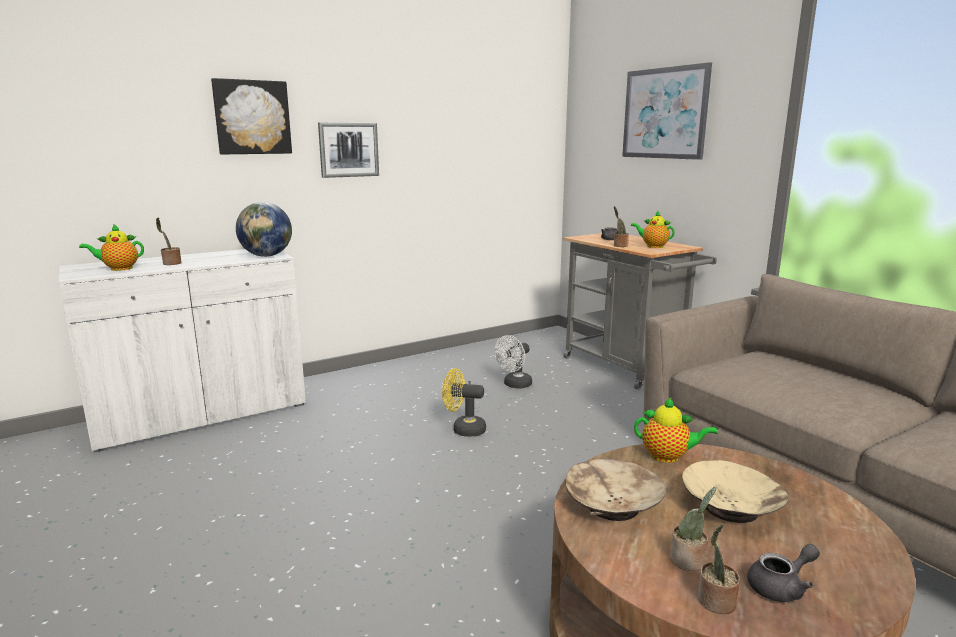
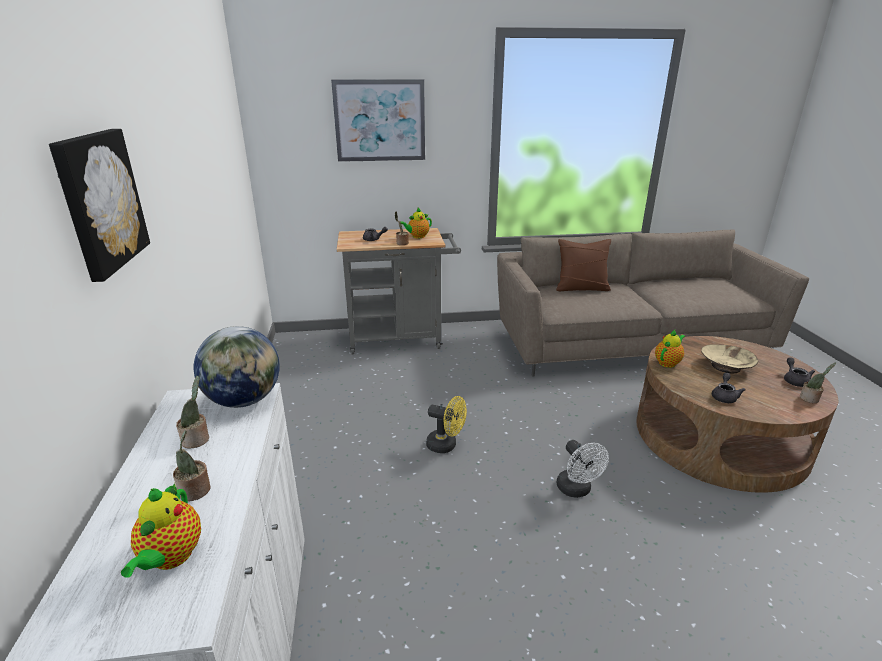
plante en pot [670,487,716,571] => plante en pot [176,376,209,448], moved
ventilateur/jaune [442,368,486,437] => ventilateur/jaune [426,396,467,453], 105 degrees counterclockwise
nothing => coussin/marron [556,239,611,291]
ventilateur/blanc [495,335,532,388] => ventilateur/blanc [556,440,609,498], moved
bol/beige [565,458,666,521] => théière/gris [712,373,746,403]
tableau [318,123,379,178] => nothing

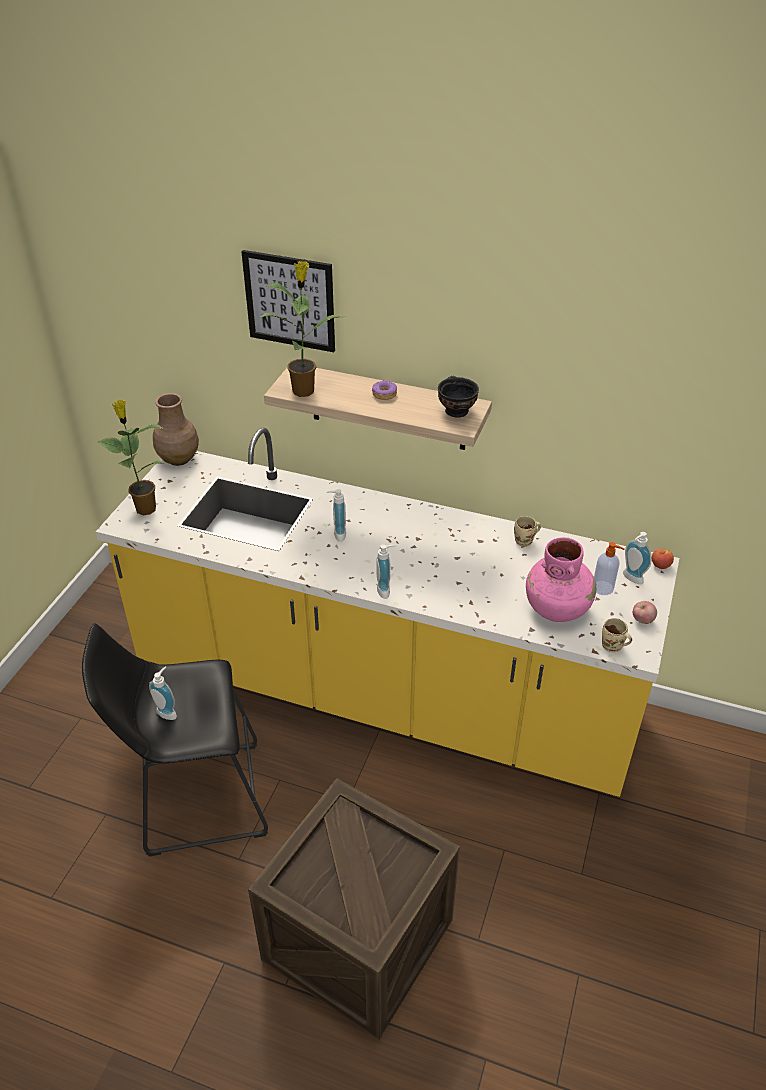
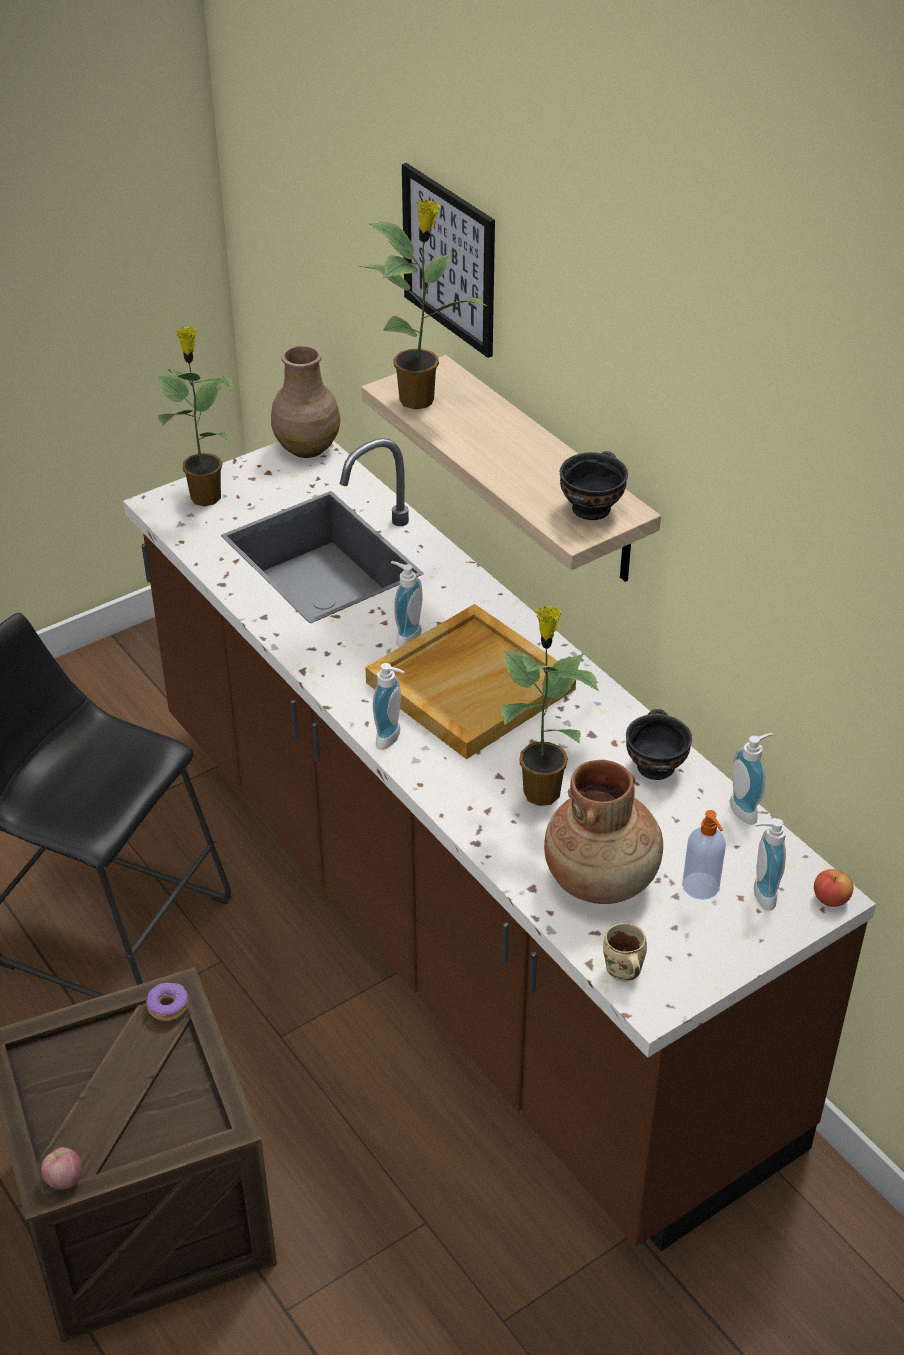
pomme [633,601,657,624] => pomme [41,1147,82,1190], moved
comptoir de cuisine/jaune [96,428,679,797] => comptoir de cuisine/marron [123,438,876,1251]
beignet [372,380,397,400] => beignet [146,983,188,1021], moved
nothing => plateau/beige [365,604,576,759]
nothing => plante en pot [500,605,599,806]
vase/rose [526,537,596,622] => vase/marron [544,760,663,904]
mug/beige [514,516,541,547] => bol/noir [626,709,692,780]
distributeur de savon [149,667,177,720] => distributeur de savon [729,733,773,825], moved

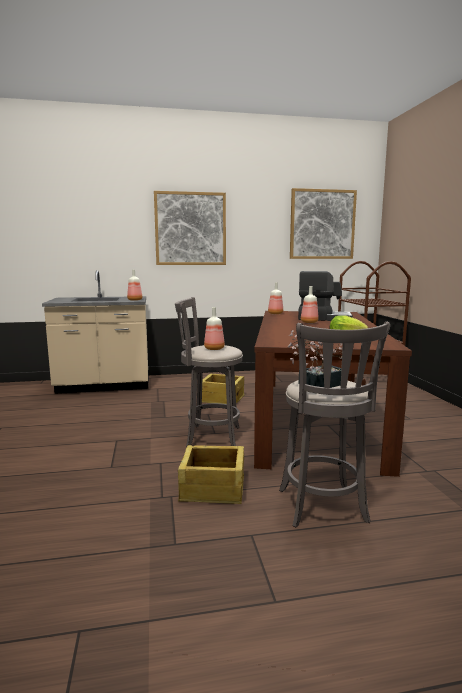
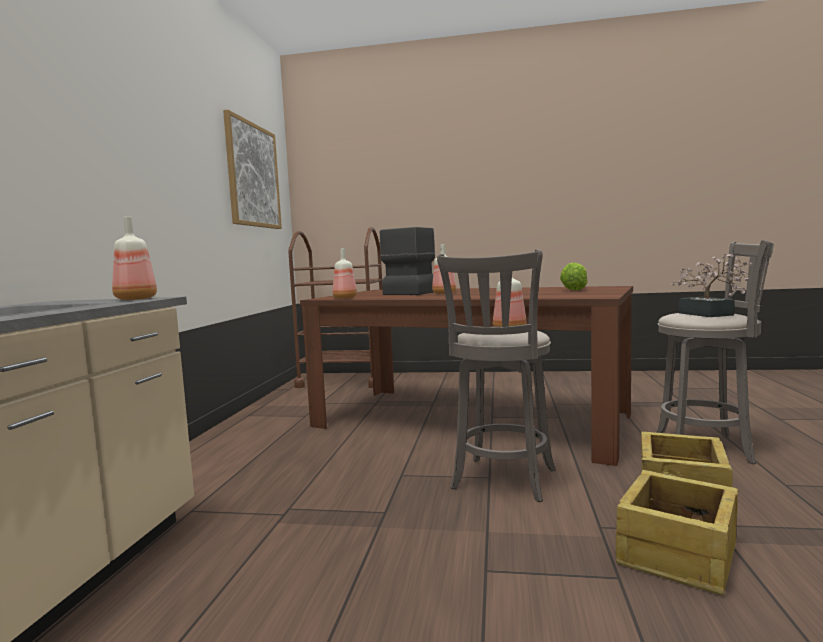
caisse [202,374,244,404] => caisse [616,469,738,596], moved
tableau [154,191,226,265] => nothing

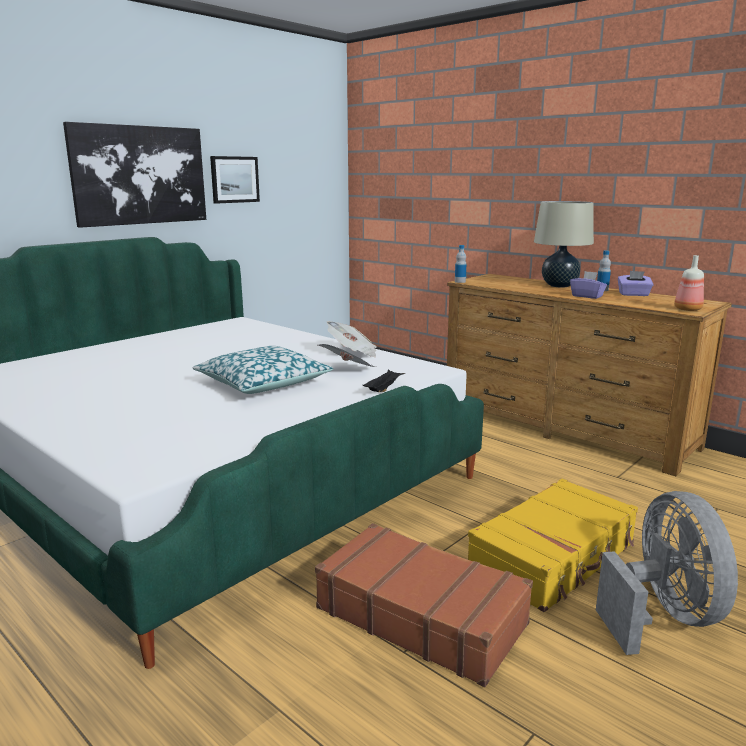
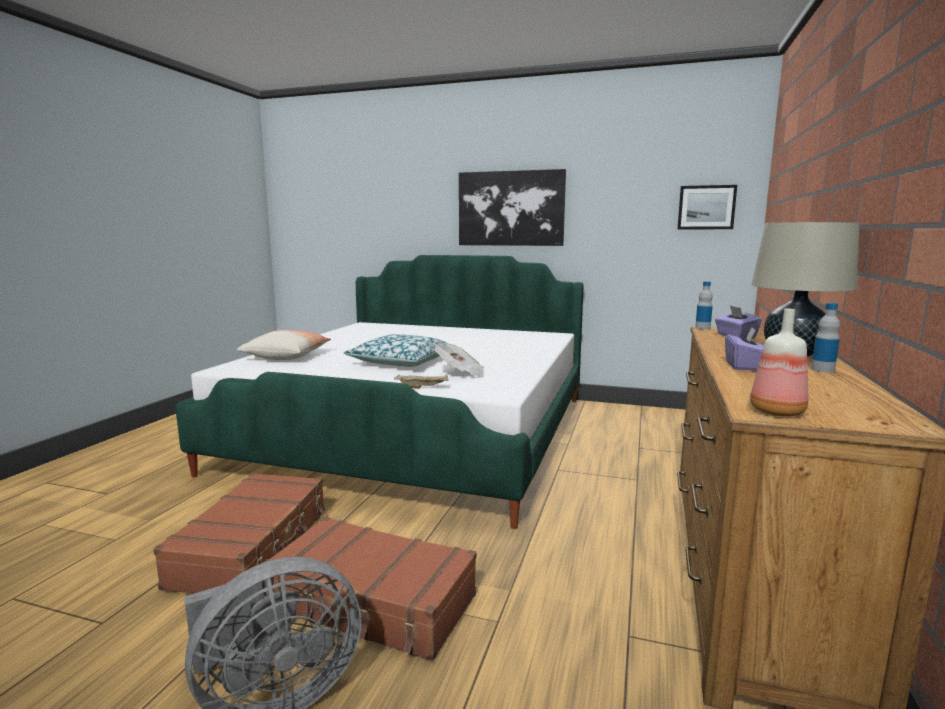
nothing => coussin [237,330,331,360]
valise/jaune [468,478,638,612] => valise/marron [263,516,476,661]
plateau/noir [363,369,405,392] => plateau/beige [394,375,449,389]
tableau [210,156,260,204] => tableau [677,185,737,229], moved
boîte à mouchoirs/violet [618,271,653,296] => boîte à mouchoirs/violet [715,306,762,339], moved
journal [327,321,377,357] => nothing

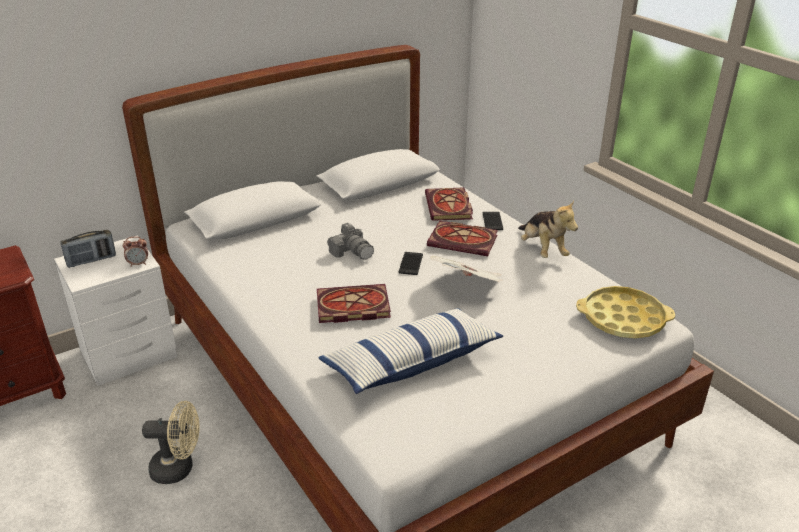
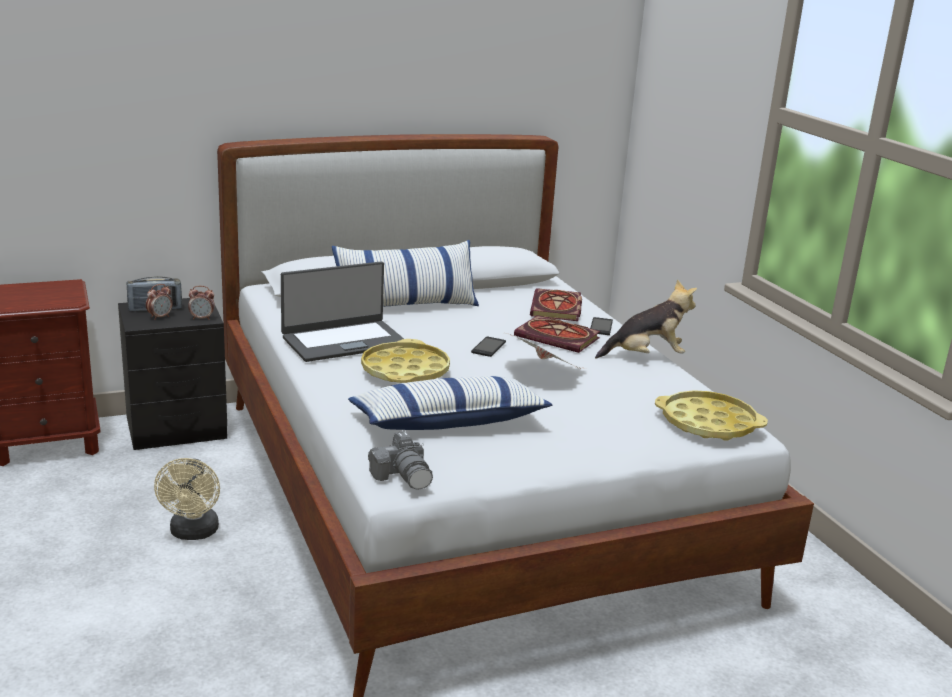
table de chevet/blanc [54,235,177,386] => table de chevet/noir [118,298,227,450]
nothing => réveil [146,284,173,320]
ventilateur/beige [142,401,200,484] => ventilateur/beige [154,458,220,540], 75 degrees clockwise
nothing => ordinateur portable [281,262,404,362]
nothing => coussin [332,240,479,307]
livre [317,284,391,323] => plateau/jaune [361,339,450,383]
appareil photo [327,223,374,260] => appareil photo [368,431,433,490], moved
peluche [518,200,578,258] => peluche [595,279,697,358], 90 degrees counterclockwise

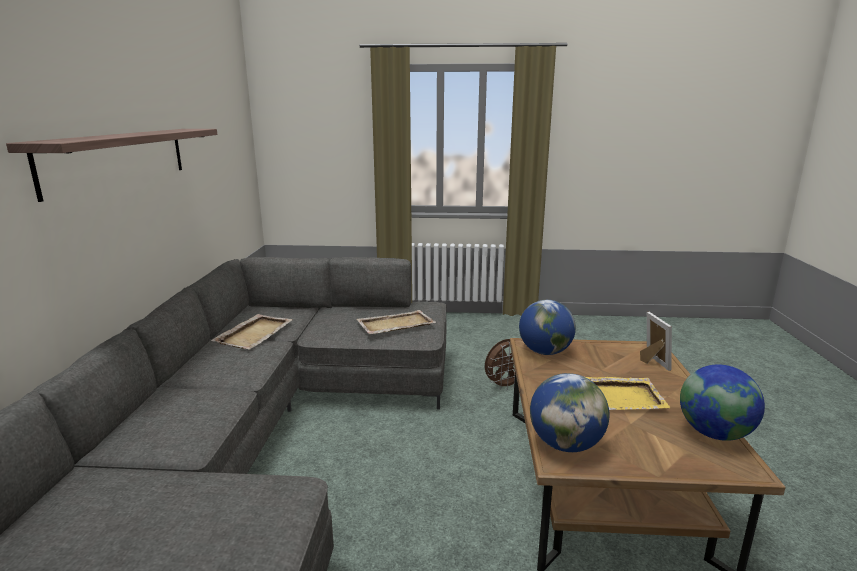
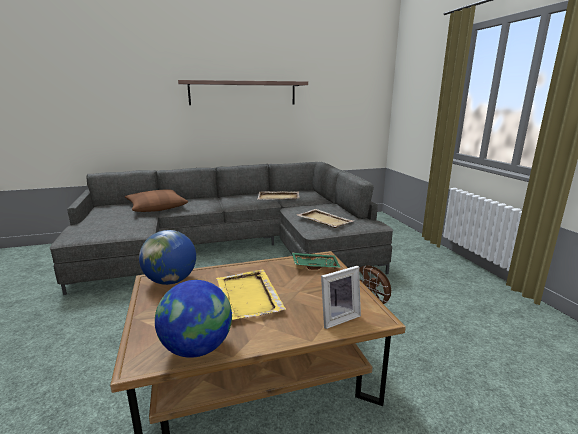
nothing => coussin/marron [125,189,188,212]
globe [519,300,576,355] => plateau/vert [292,252,341,270]

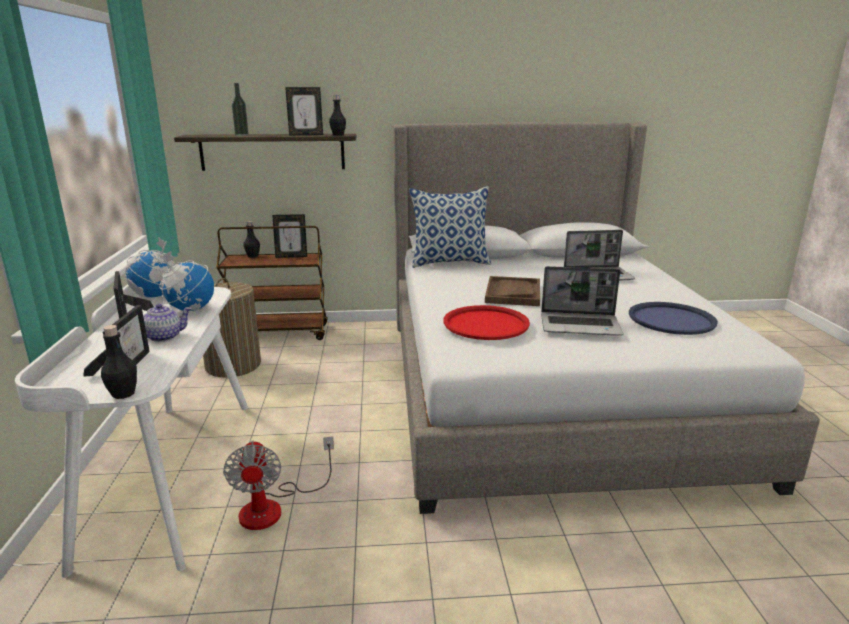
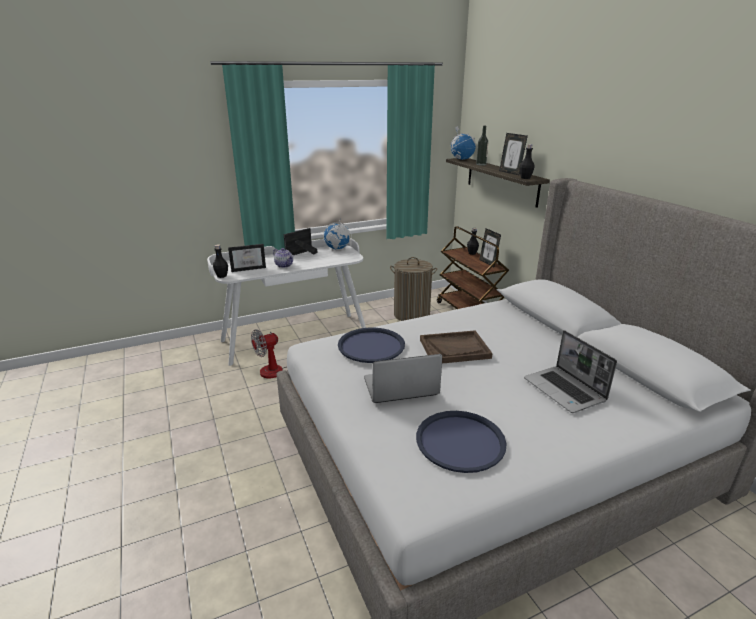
plateau/rouge [443,305,530,340] => plateau/bleu [338,327,405,363]
ordinateur portable [541,266,623,336] => ordinateur portable [364,354,442,403], 90 degrees clockwise
globe [159,251,214,311] => globe [449,126,476,160], moved
coussin [409,186,491,268] => nothing

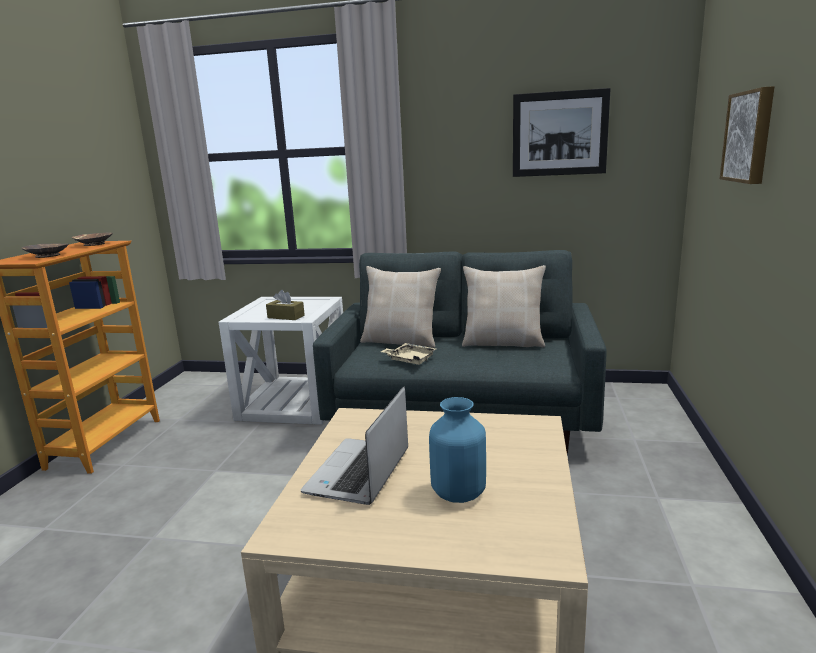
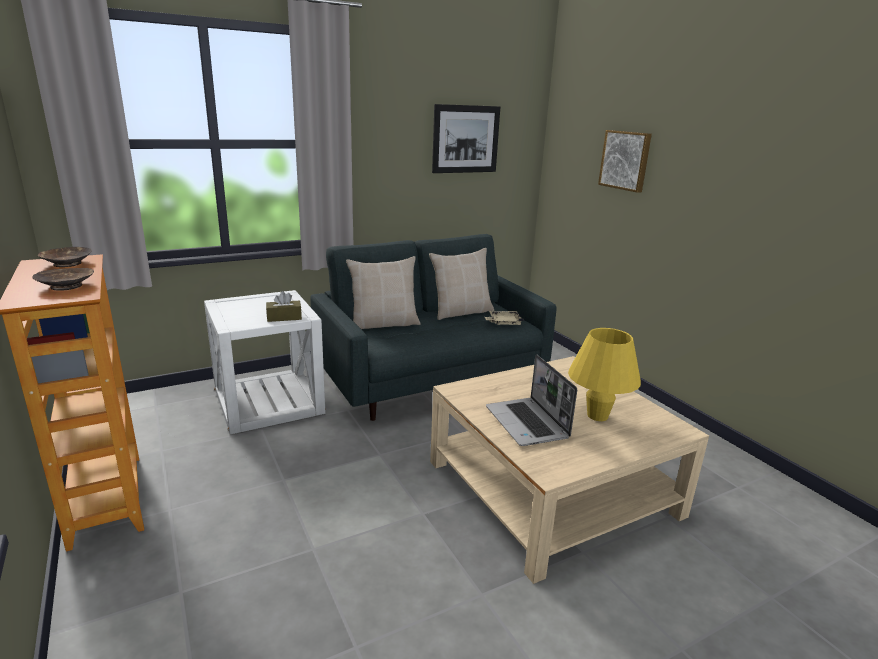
plateau/beige [381,343,436,365] => plateau/beige [485,311,524,325], moved
vase/bleu [429,397,486,503] => lampe de table/jaune [568,328,641,421]

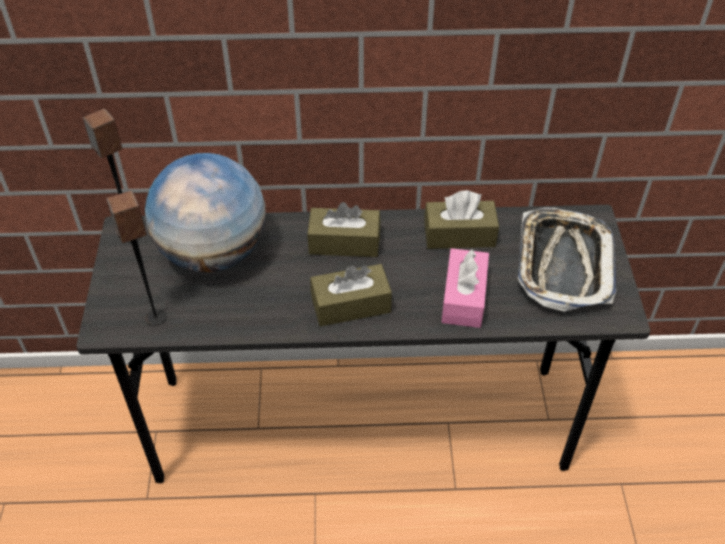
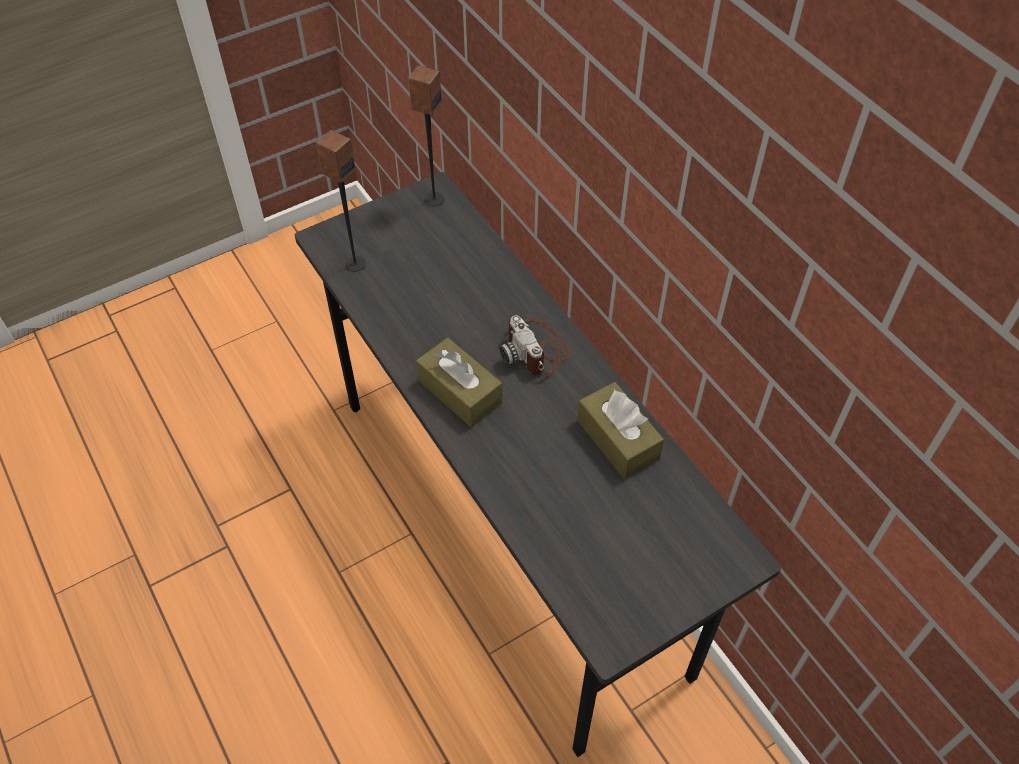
boîte à mouchoirs/marron [307,202,381,257] => appareil photo [500,315,569,376]
globe [145,153,266,272] => nothing
boîte à mouchoirs/rose [442,248,489,328] => nothing
plateau [518,207,616,312] => nothing

